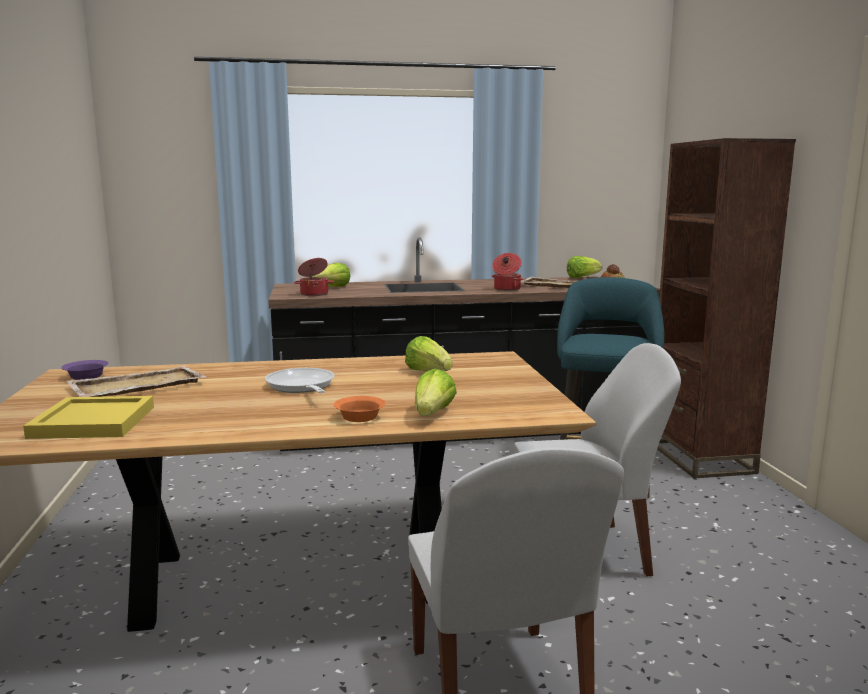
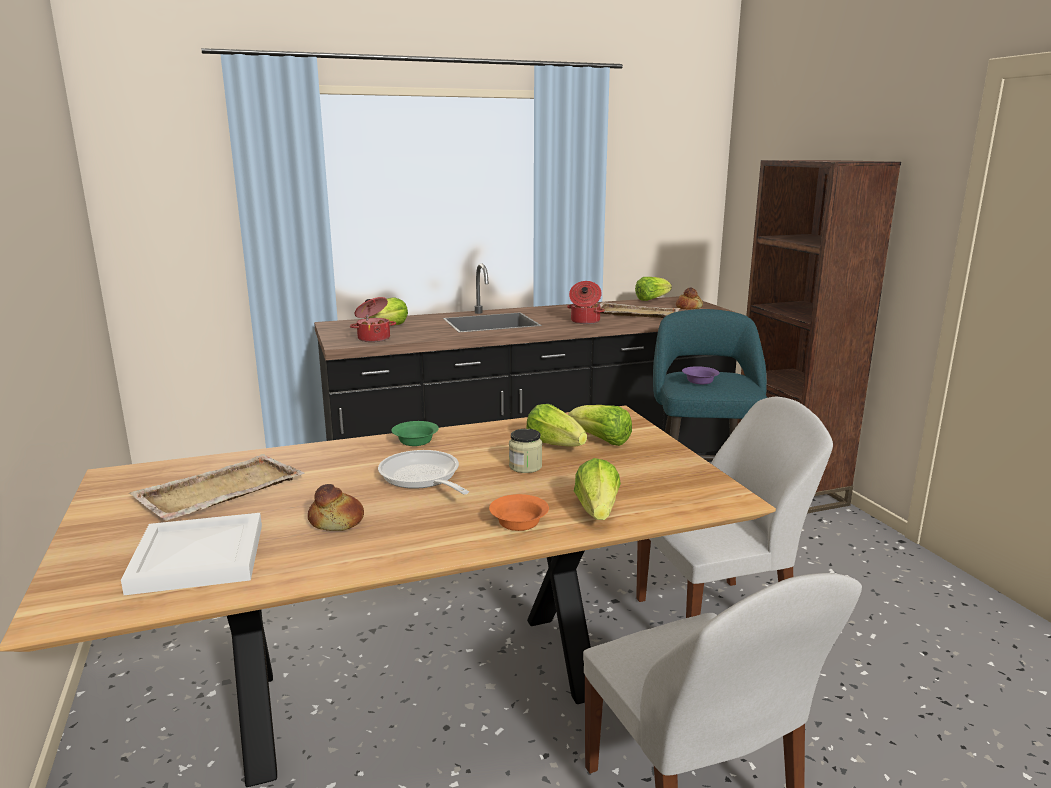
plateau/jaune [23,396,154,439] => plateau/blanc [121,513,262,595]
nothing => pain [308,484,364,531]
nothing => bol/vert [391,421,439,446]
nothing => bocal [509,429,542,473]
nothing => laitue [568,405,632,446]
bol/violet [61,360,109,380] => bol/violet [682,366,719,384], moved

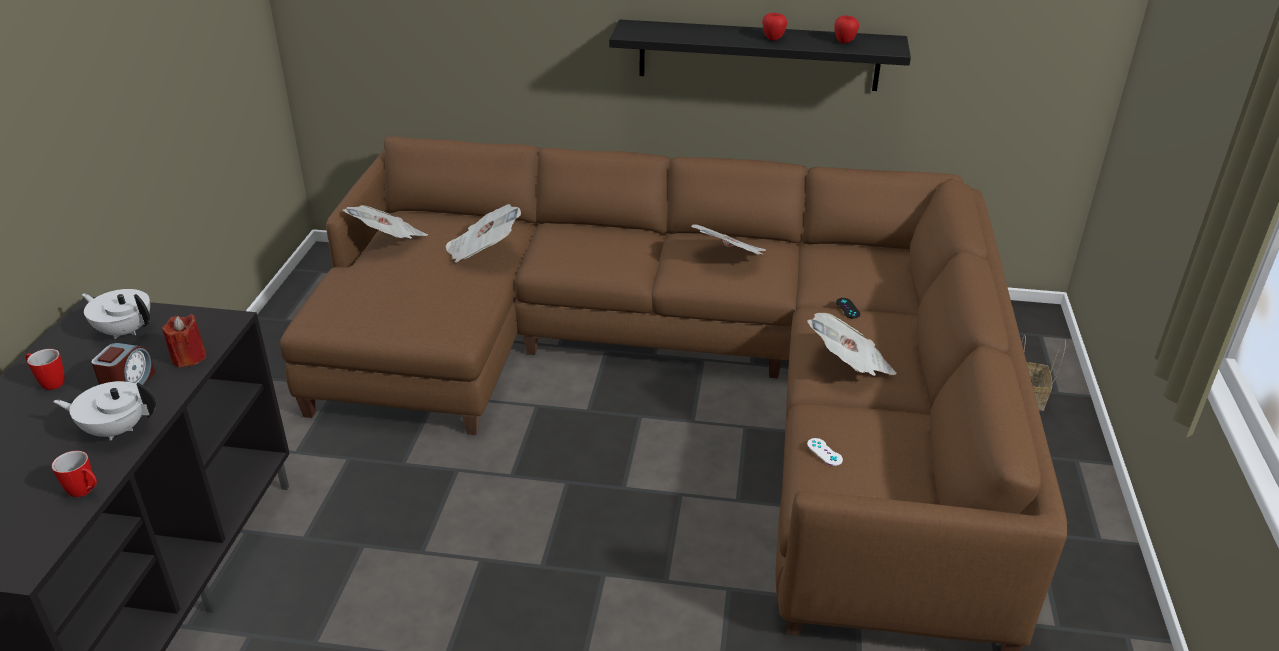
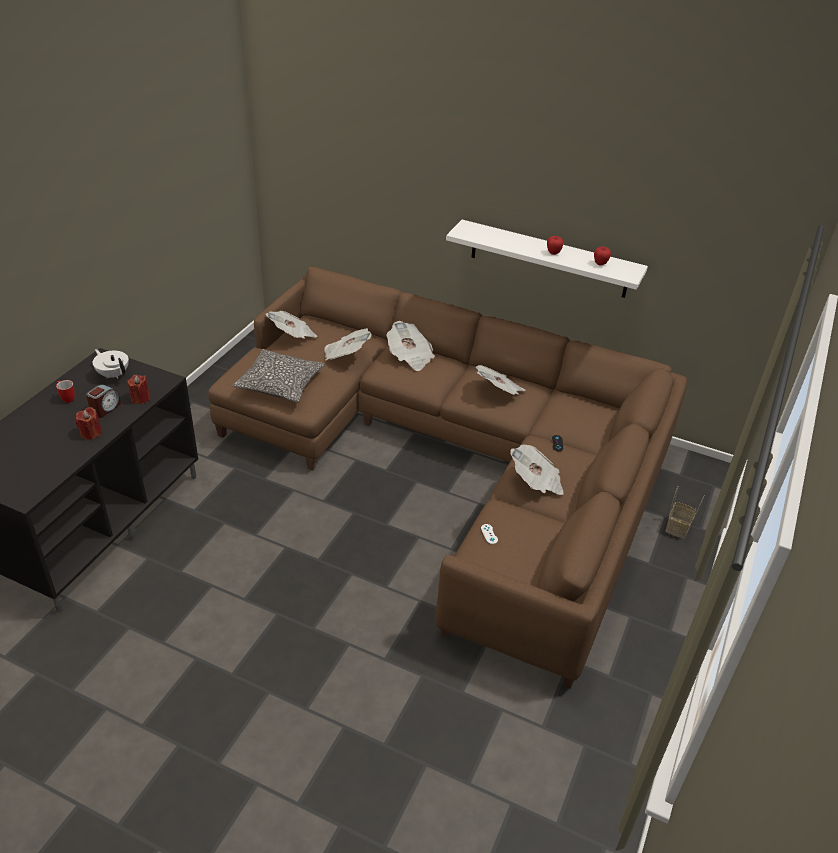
théière/blanc [53,381,156,441] => bougie/rouge [76,407,102,440]
nothing => coussin [232,349,325,403]
nothing => journal [386,321,435,371]
étagère/noir [609,19,911,91] => étagère/blanc [446,220,648,298]
mug [52,451,97,497] => nothing

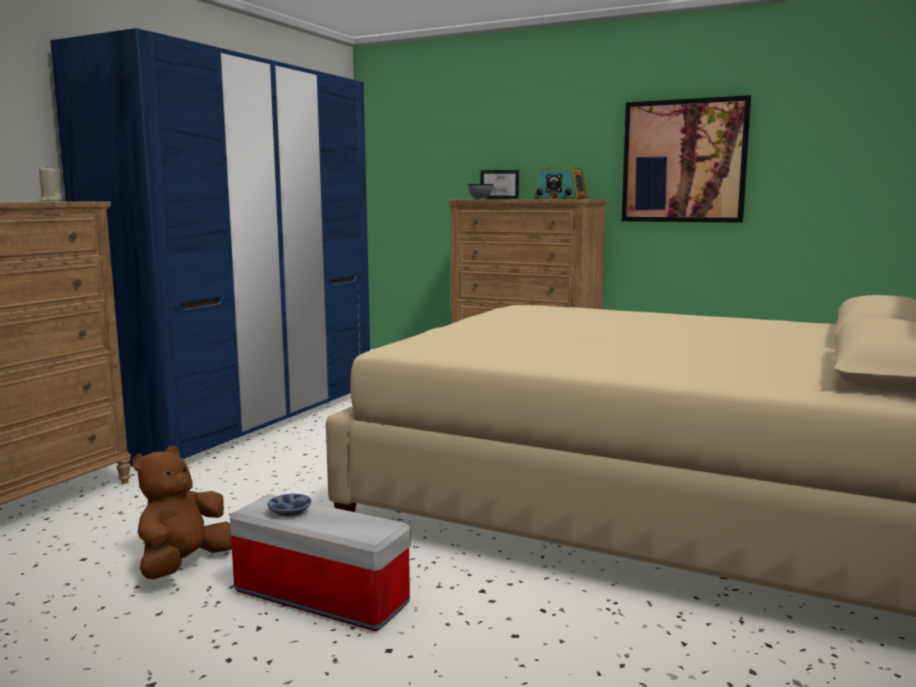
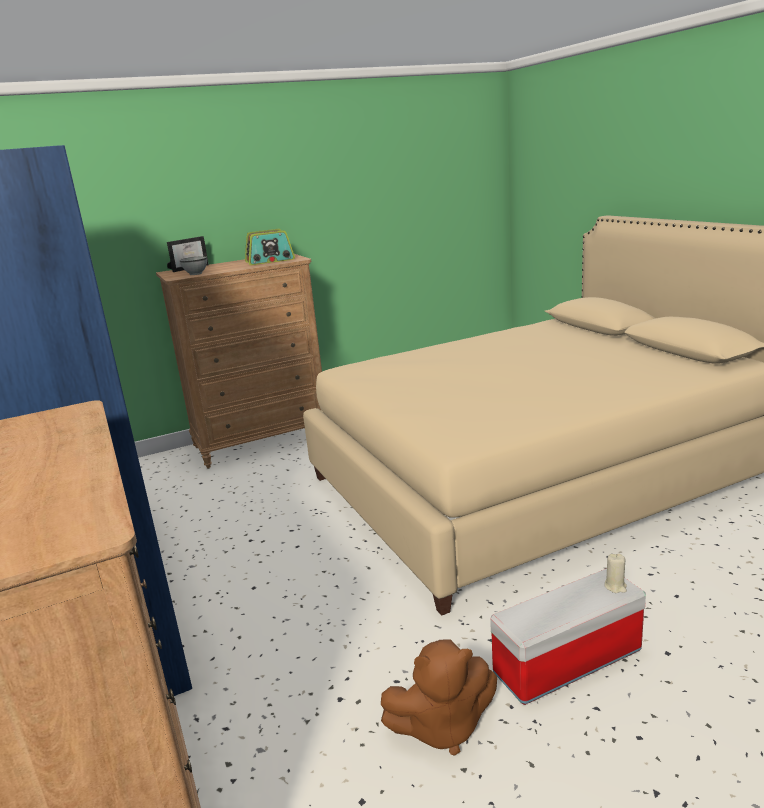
peluche/marron [133,446,232,579] => peluche/marron [381,639,497,756], 75 degrees counterclockwise
bougie/beige [39,166,62,201] => bougie/beige [604,553,627,593], moved
bol [267,494,312,517] => nothing
tableau [622,95,751,223] => nothing

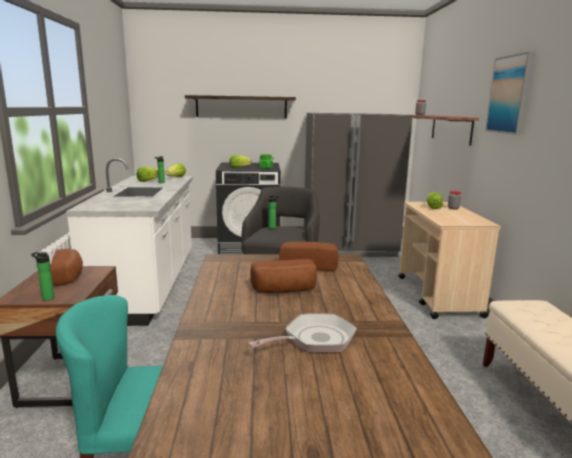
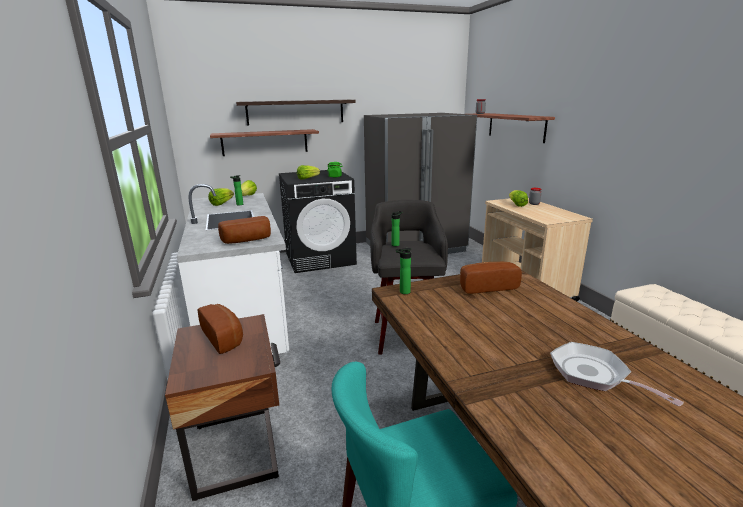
nothing => étagère [210,129,319,156]
pain [250,259,317,293] => pain [218,216,271,244], moved
bouteille [31,252,55,301] => bouteille [396,248,411,294], moved
poêle [248,313,357,353] => poêle [550,342,684,406], 75 degrees counterclockwise
tableau [485,52,534,135] => nothing

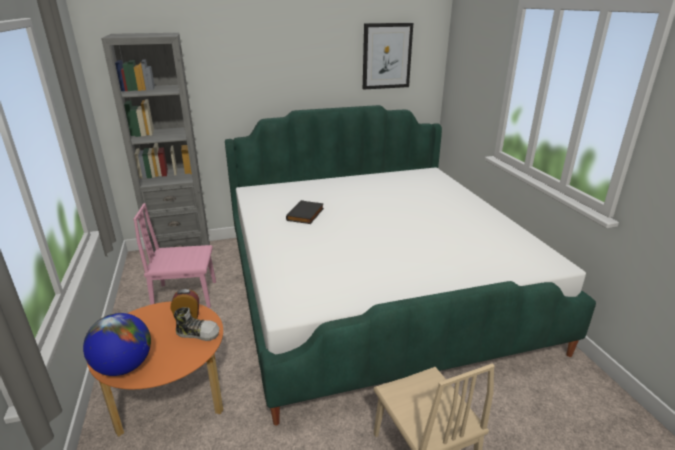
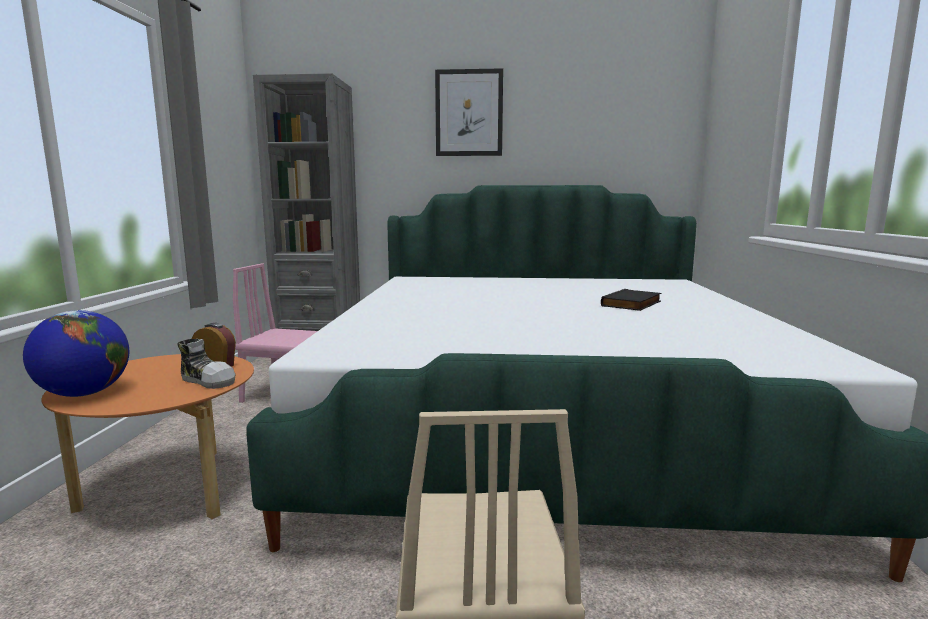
tableau [363,23,413,89] => tableau [435,68,503,156], moved
livre/noir [286,200,324,224] => livre/noir [601,289,661,311], moved

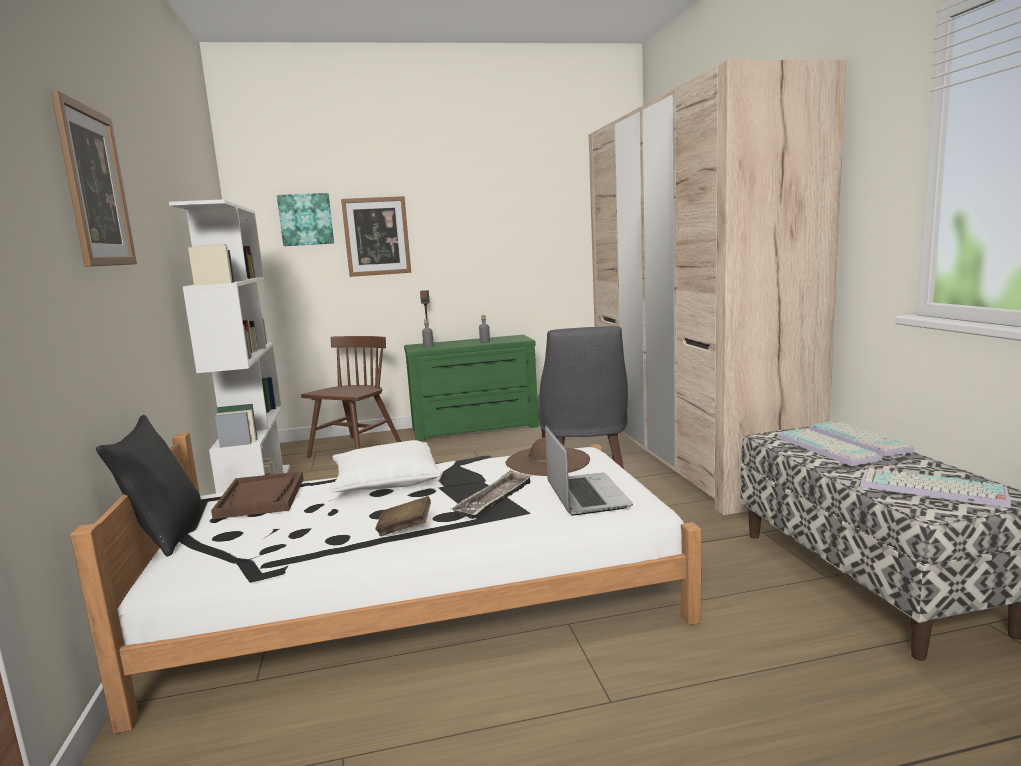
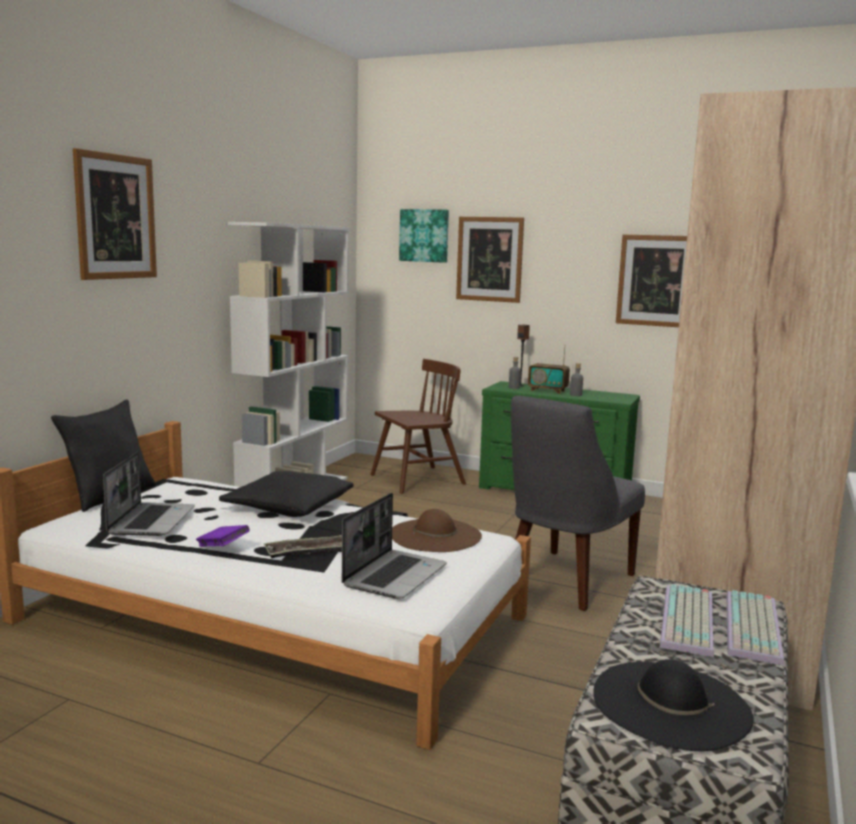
nothing => ordinateur portable [103,452,195,536]
livre/marron [375,496,431,536] => livre/violet [196,525,250,547]
coussin/blanc [330,440,441,492] => coussin/noir [219,471,354,517]
nothing => radio [528,345,570,394]
clavier [860,468,1010,508] => chapeau/noir [593,659,754,751]
nothing => tableau [616,234,687,327]
plateau/marron [211,471,303,519] => nothing

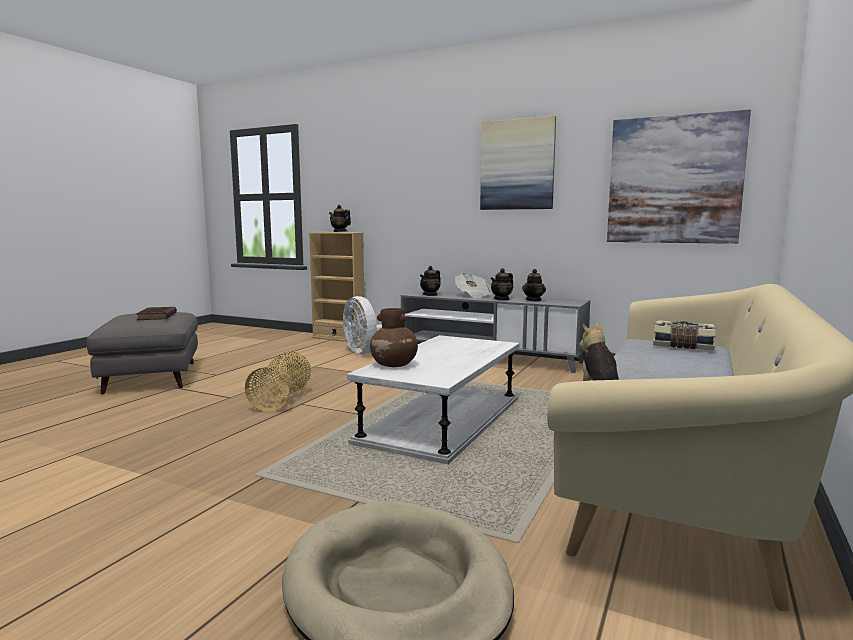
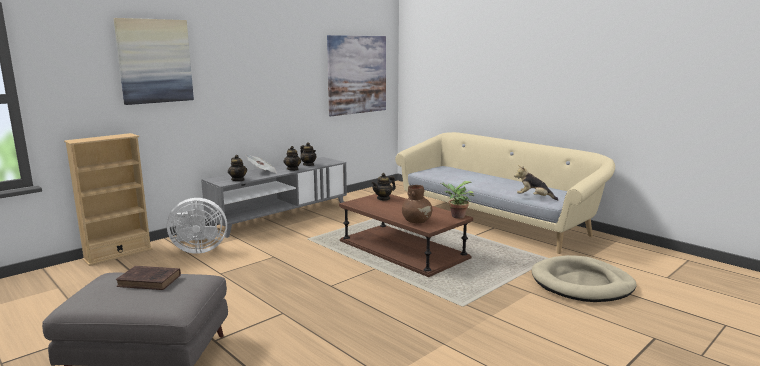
tableau [480,116,556,210] => tableau [114,18,194,105], moved
table basse/blanc [347,335,520,464] => table basse/marron [339,194,473,277]
théière [329,205,351,232] => théière [371,173,396,201], moved
nothing => plante en pot [441,181,475,219]
panier [245,351,311,412] => nothing
livre [653,320,716,351] => nothing

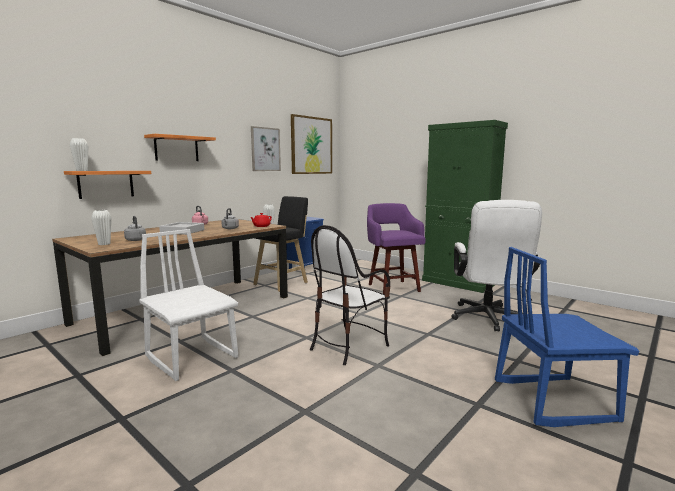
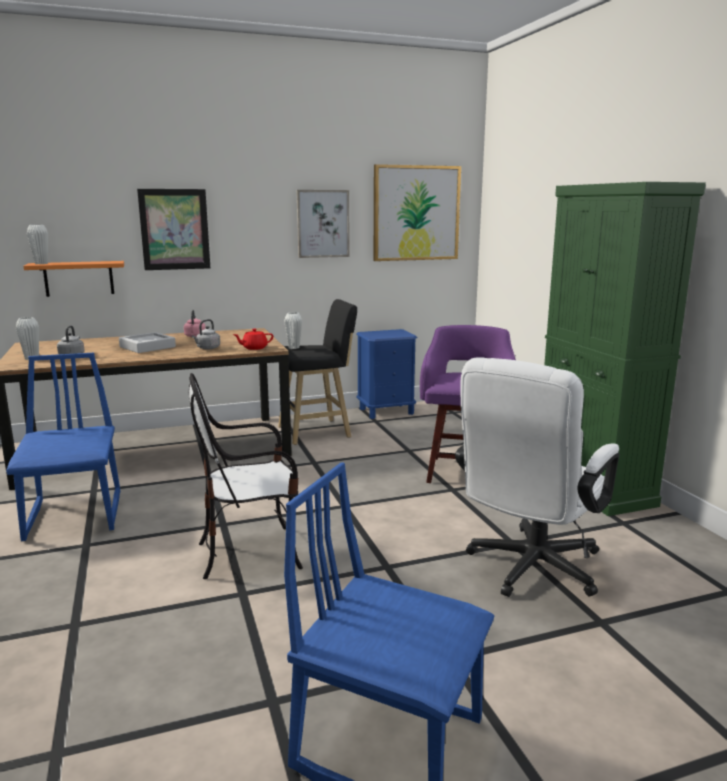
chaise/blanc [139,229,238,381] => chaise/bleu [6,353,120,541]
étagère/orange [144,134,216,161] => tableau [137,189,210,270]

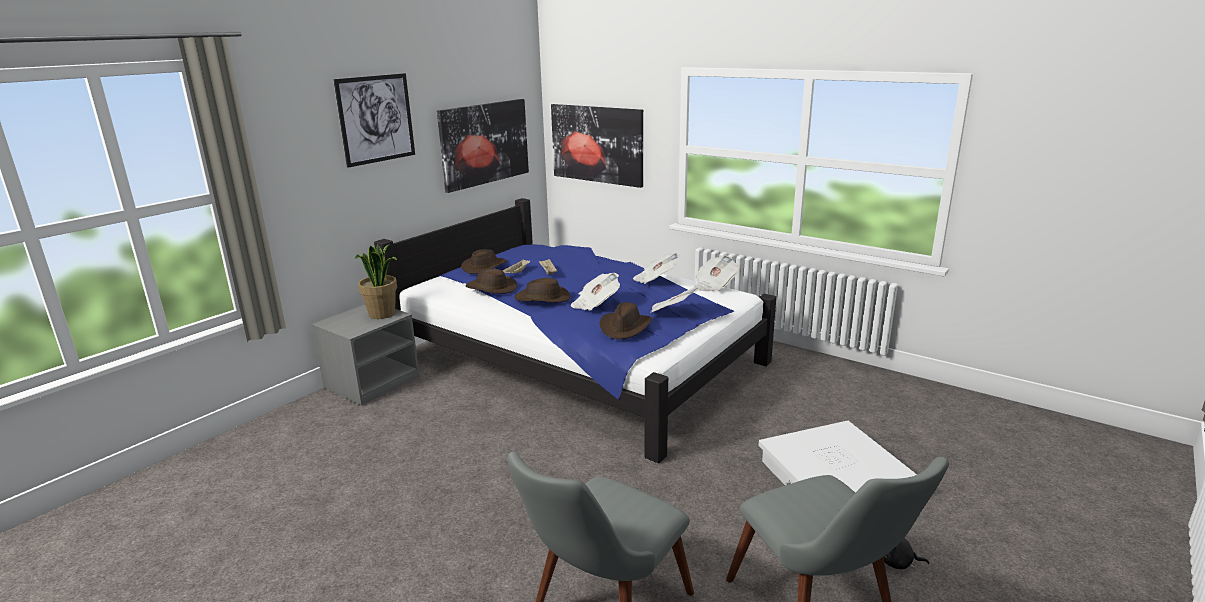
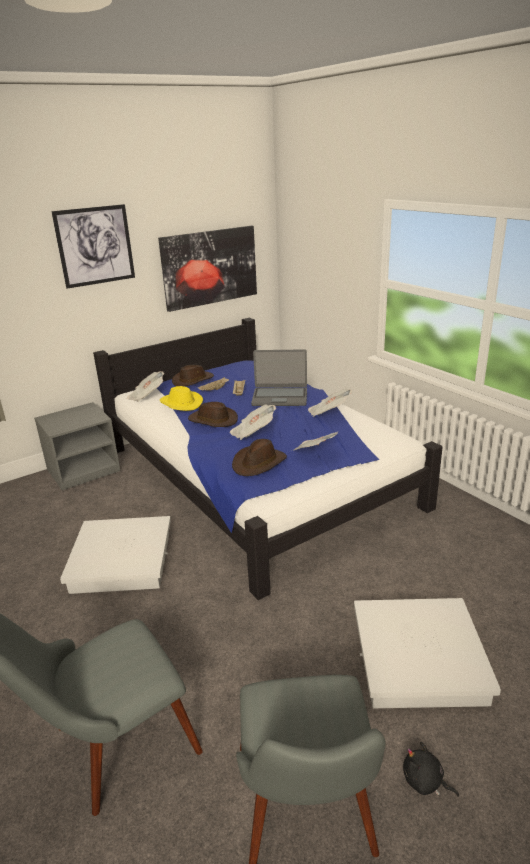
nothing => boîte de rangement/blanc [60,516,171,594]
journal [694,256,739,291] => journal [127,371,164,402], moved
chapeau/marron [466,269,517,294] => chapeau/jaune [160,386,203,411]
nothing => ordinateur portable [251,349,307,406]
plante en pot [355,244,397,319] => nothing
tableau [551,104,643,188] => nothing

